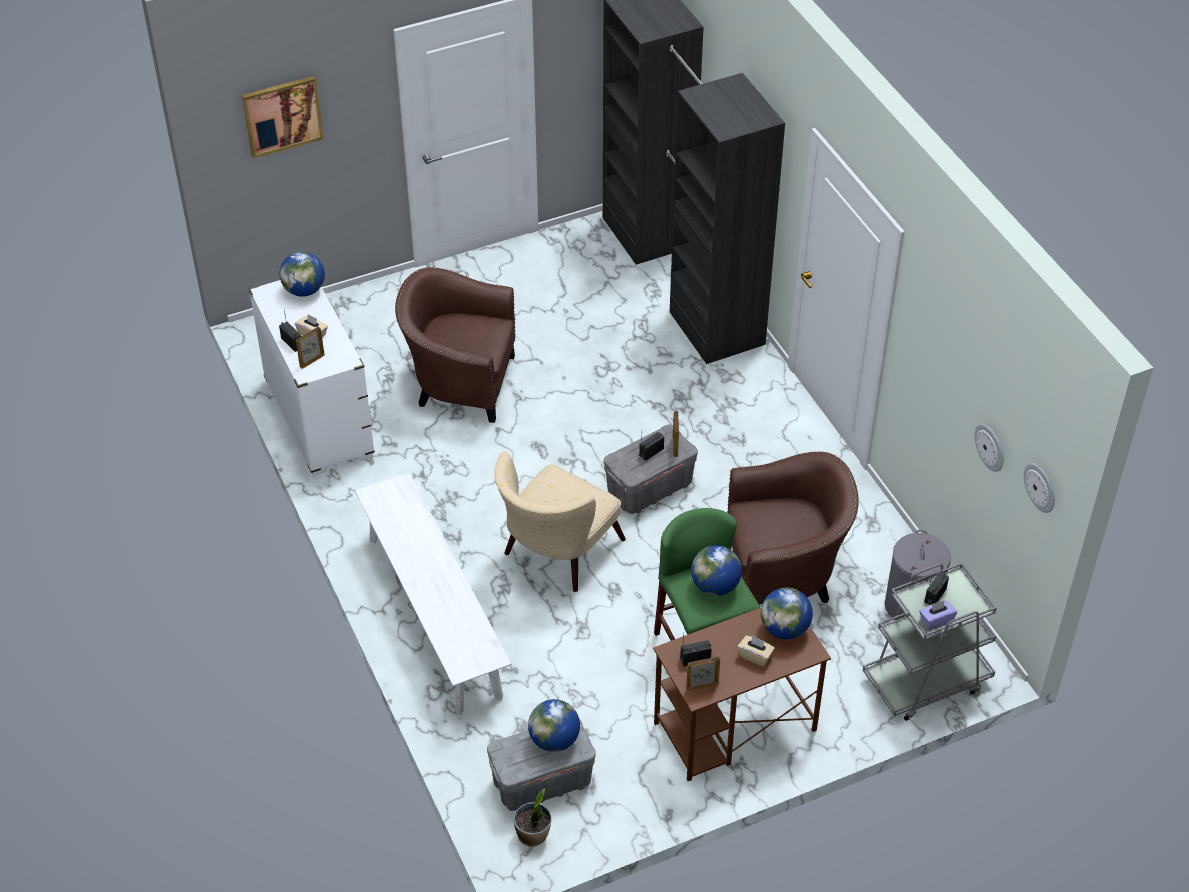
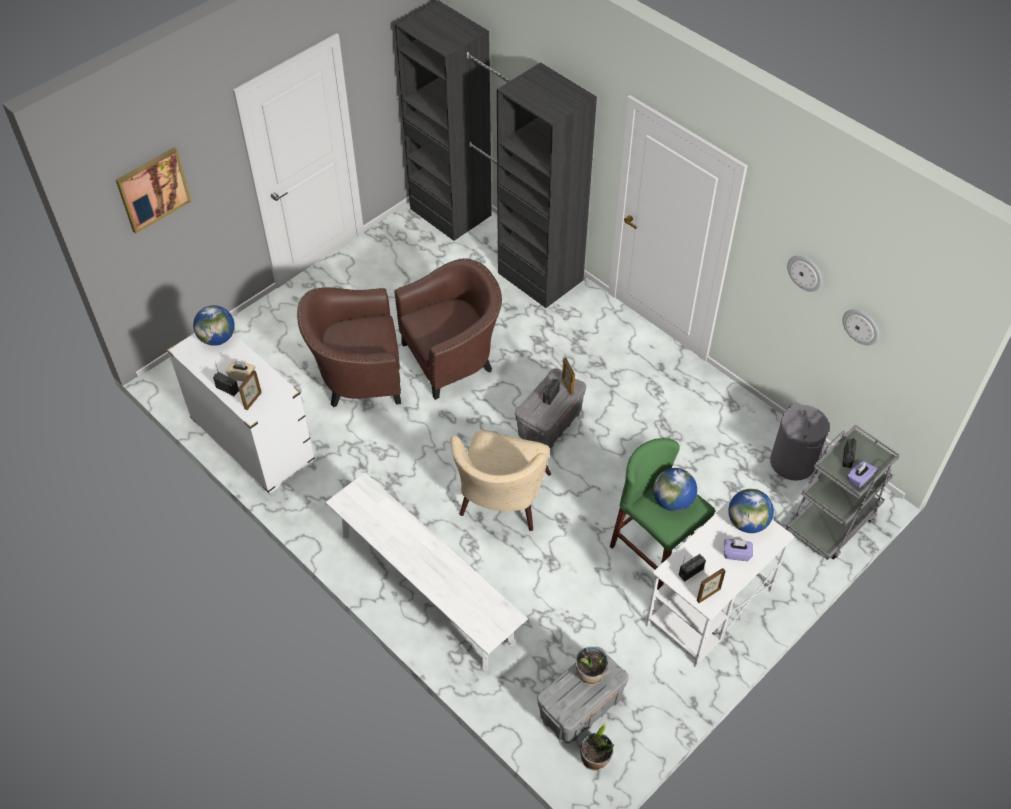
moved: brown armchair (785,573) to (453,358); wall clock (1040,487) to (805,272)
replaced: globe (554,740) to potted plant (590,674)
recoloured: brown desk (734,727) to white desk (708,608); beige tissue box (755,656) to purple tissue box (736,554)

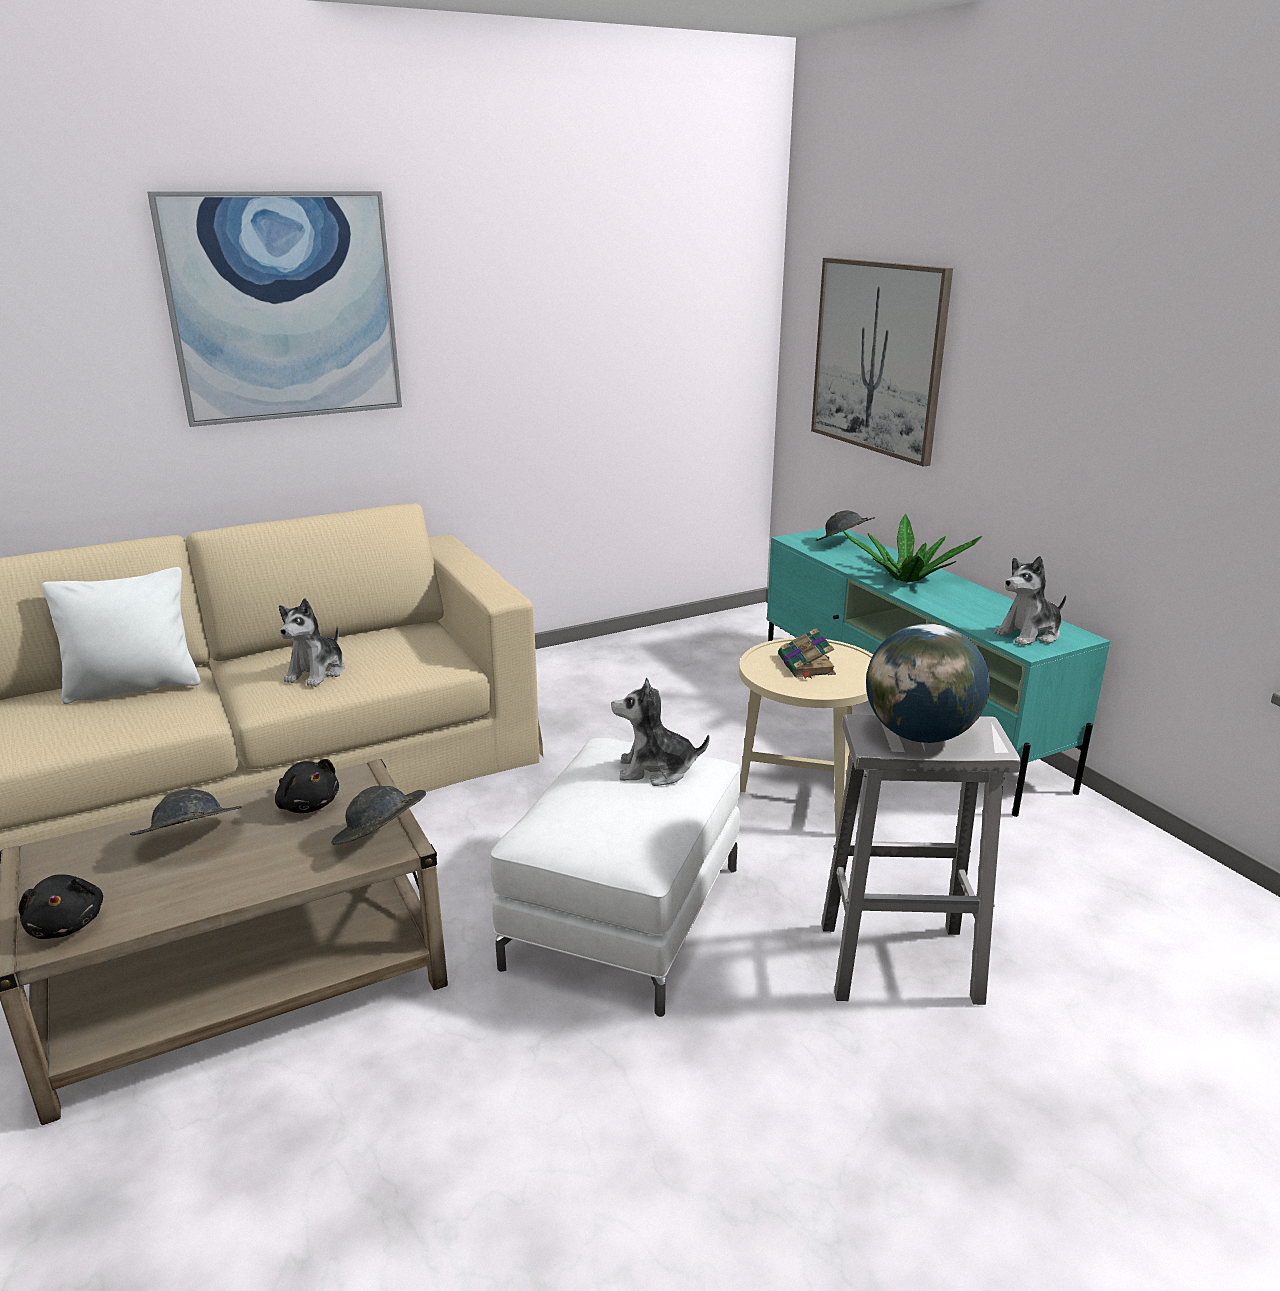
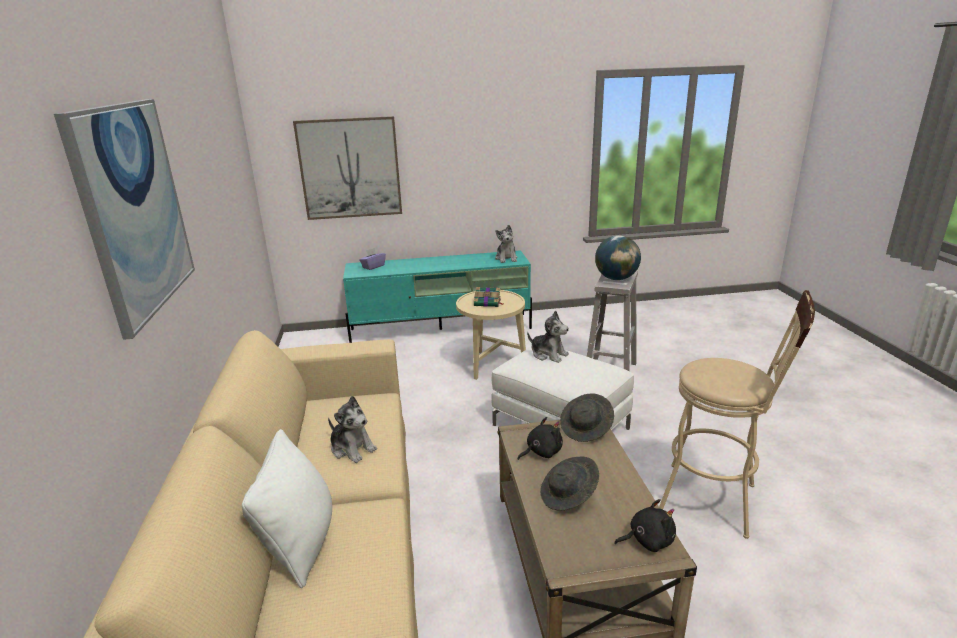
removed: potted plant (906,579)
added: beige stool (717,501)
replaced: grey hat (843,544) to purple tissue box (373,266)
turned: plush toy (656,770) = (548,354) 75 degrees counterclockwise

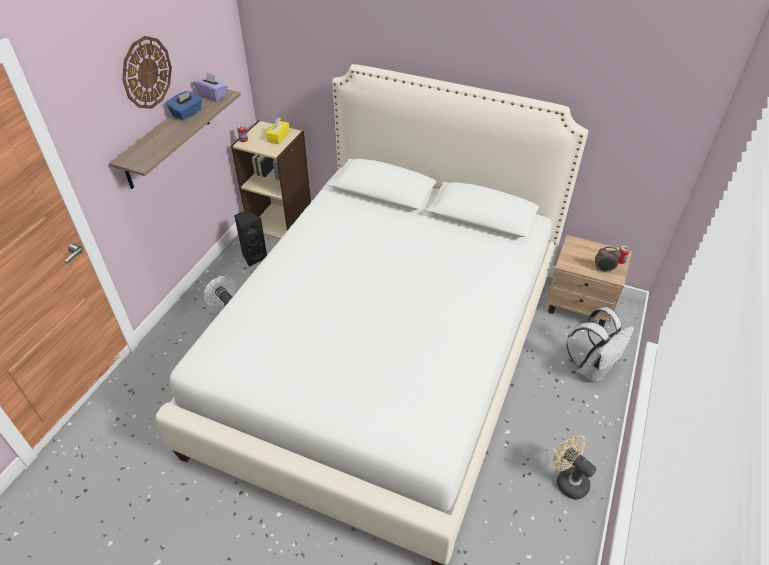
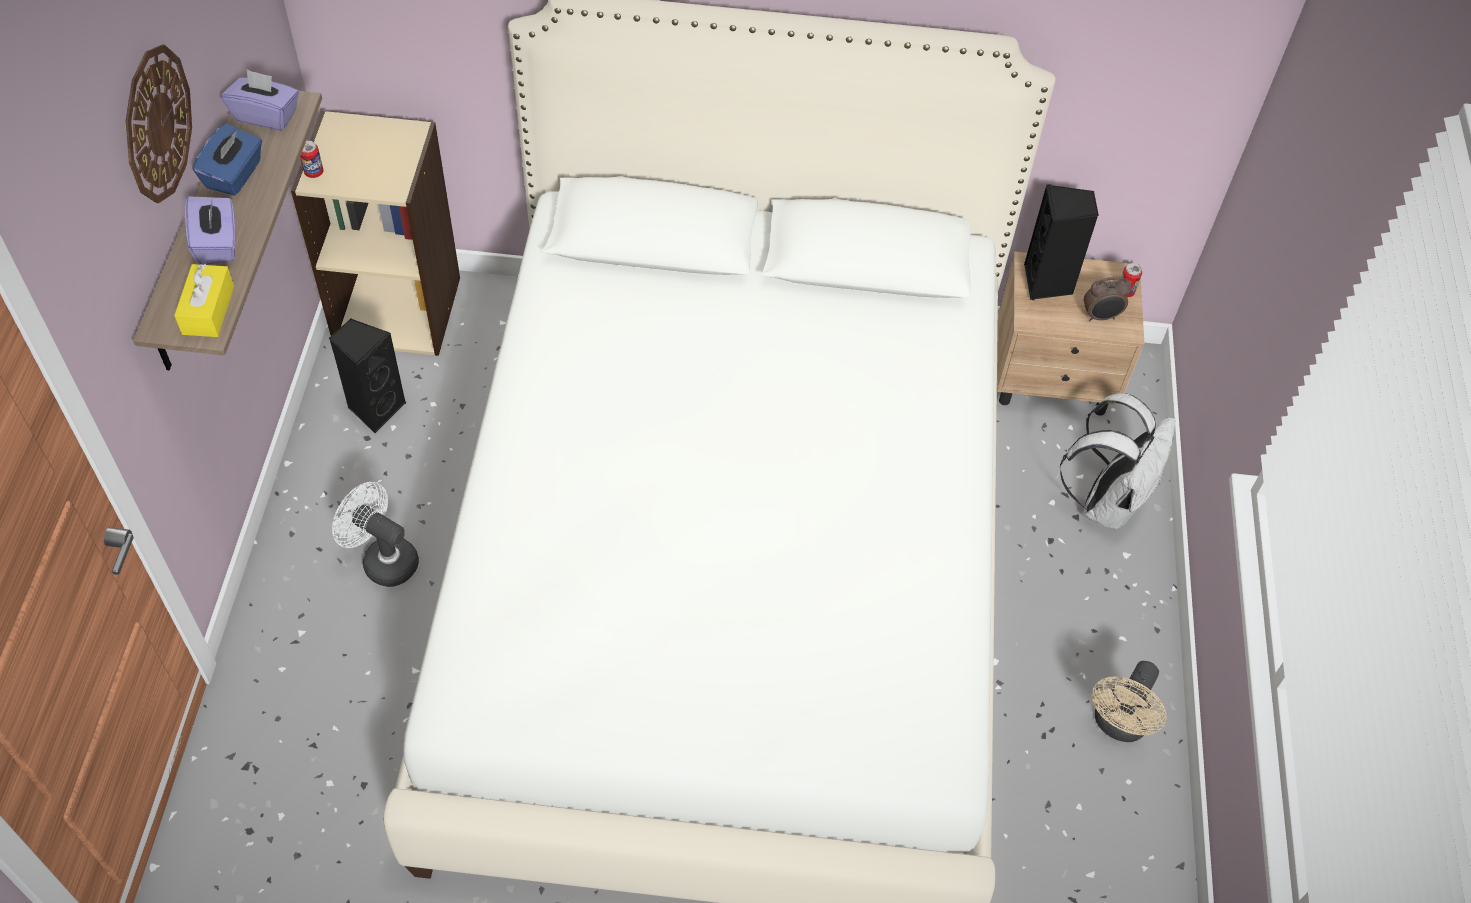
added: black speaker (1048,283); purple tissue box (217,244)
moved: yellow tissue box (278,137) to (208,310)
turned: beige fan (567,480) = (1118,725) 90 degrees counterclockwise

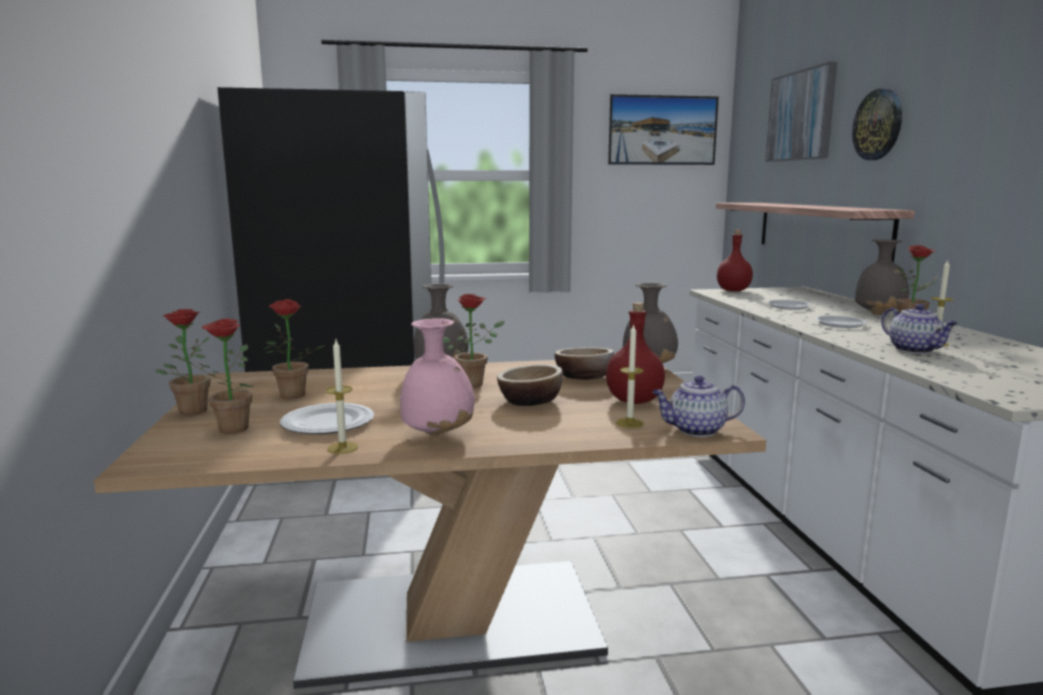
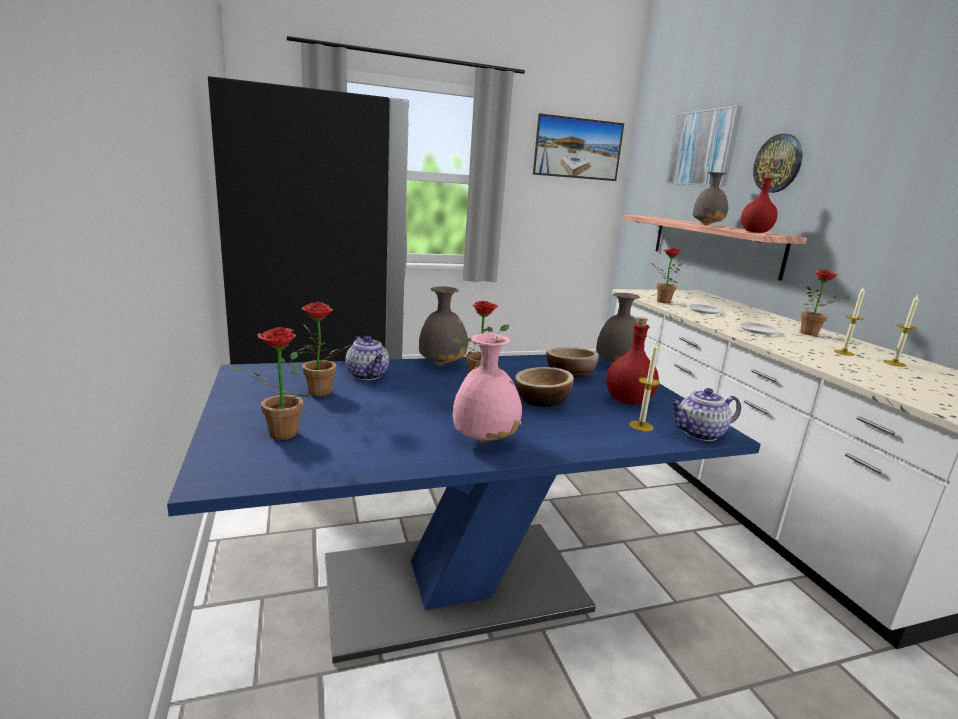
removed: plate (328,423)
moved: red bottle (734,291) to (756,232); grey vase (880,314) to (707,225); teapot (915,350) to (368,375); potted plant (190,409) to (660,301); candle (342,448) to (894,363)
recoloured: brown dining table (451,620) to blue dining table (454,584)

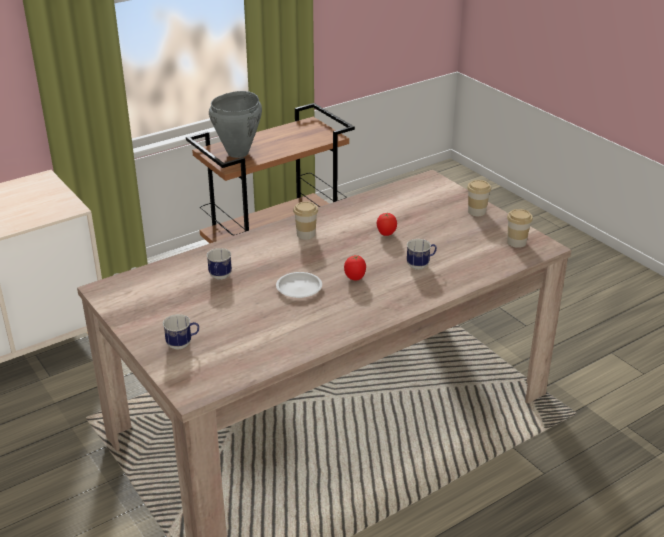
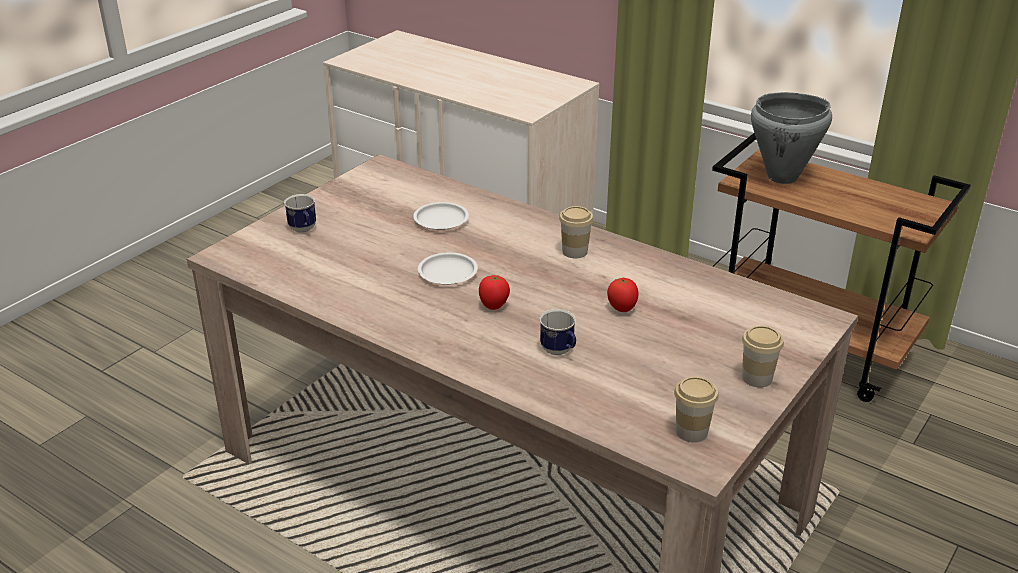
replaced: mug (219,277) to white plate (441,220)

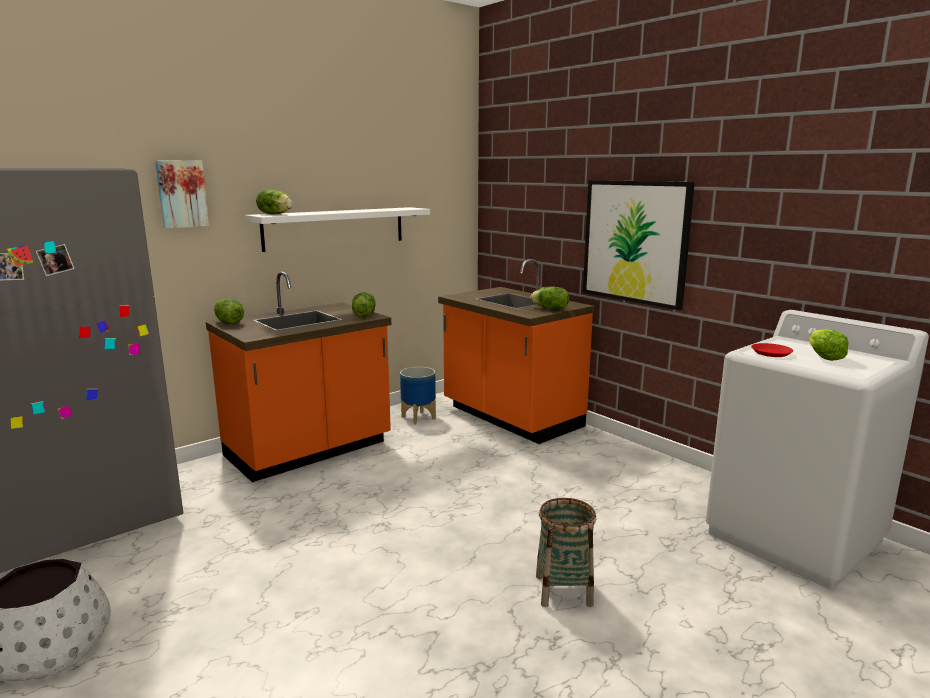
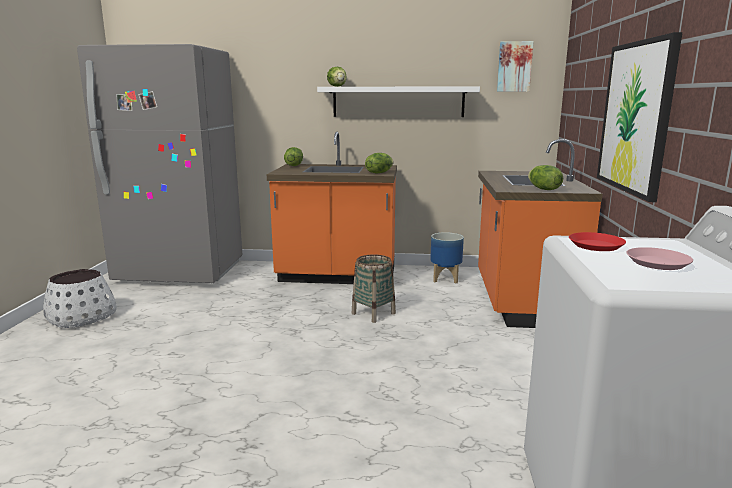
moved: picture (182,194) to (514,66); basket (563,590) to (373,313)
replaced: lettuce (823,357) to pink plate (657,263)

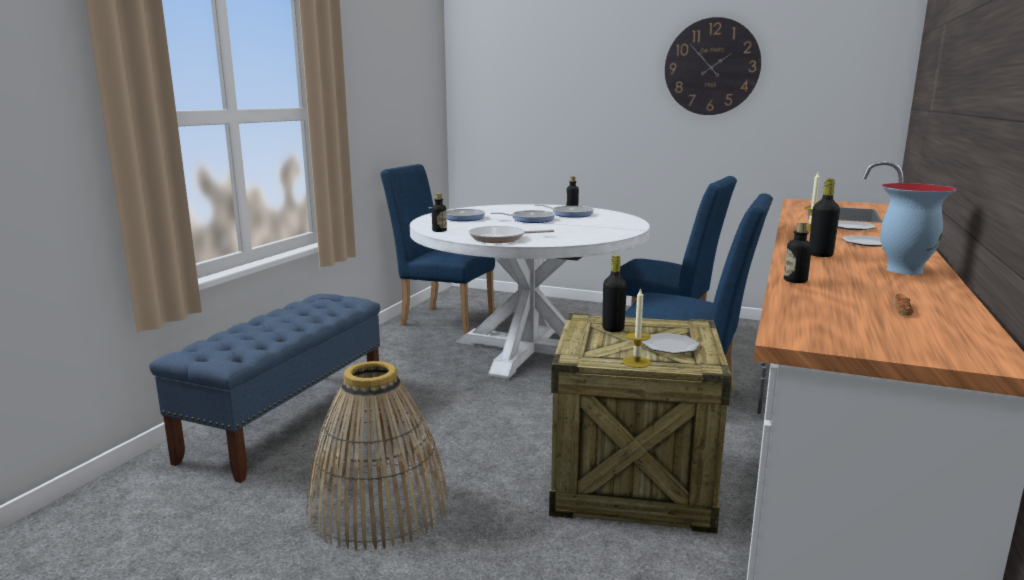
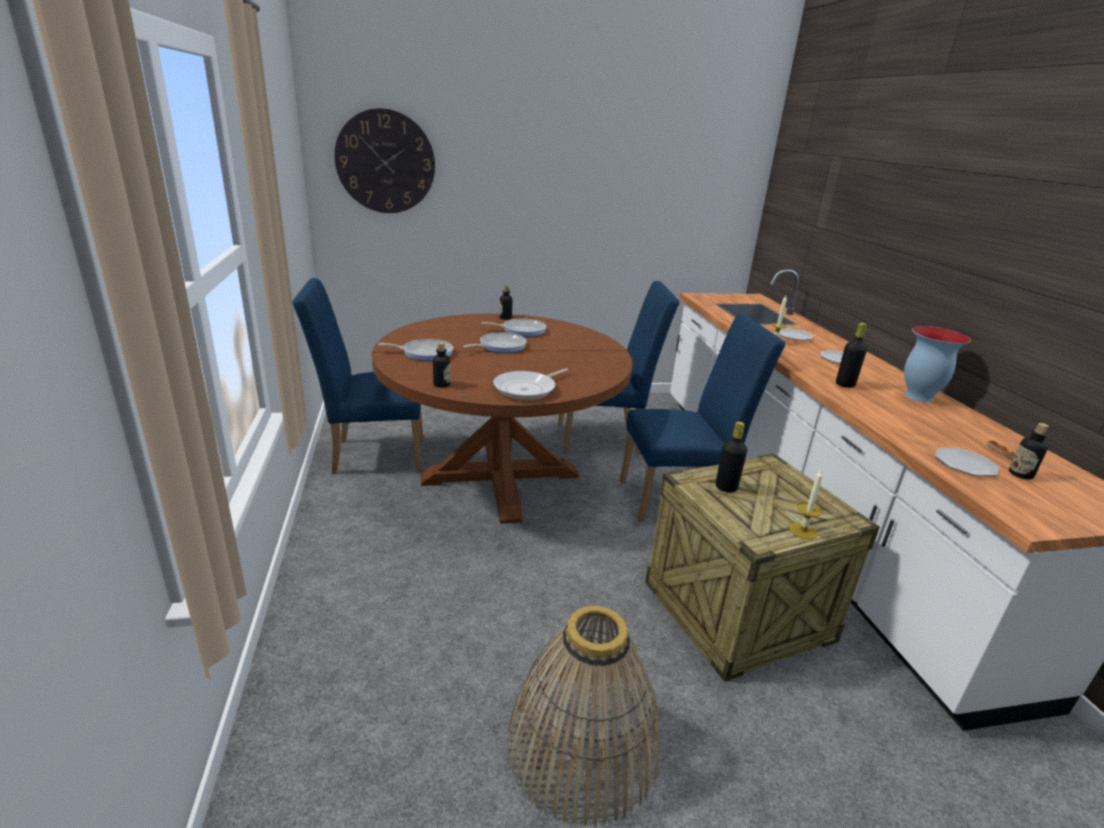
removed: blue bench (288,420)
moved: wall clock (712,67) to (385,162); bottle (795,280) to (1020,474); plate (670,346) to (965,464)
recoloured: white dining table (528,349) to brown dining table (500,476)

